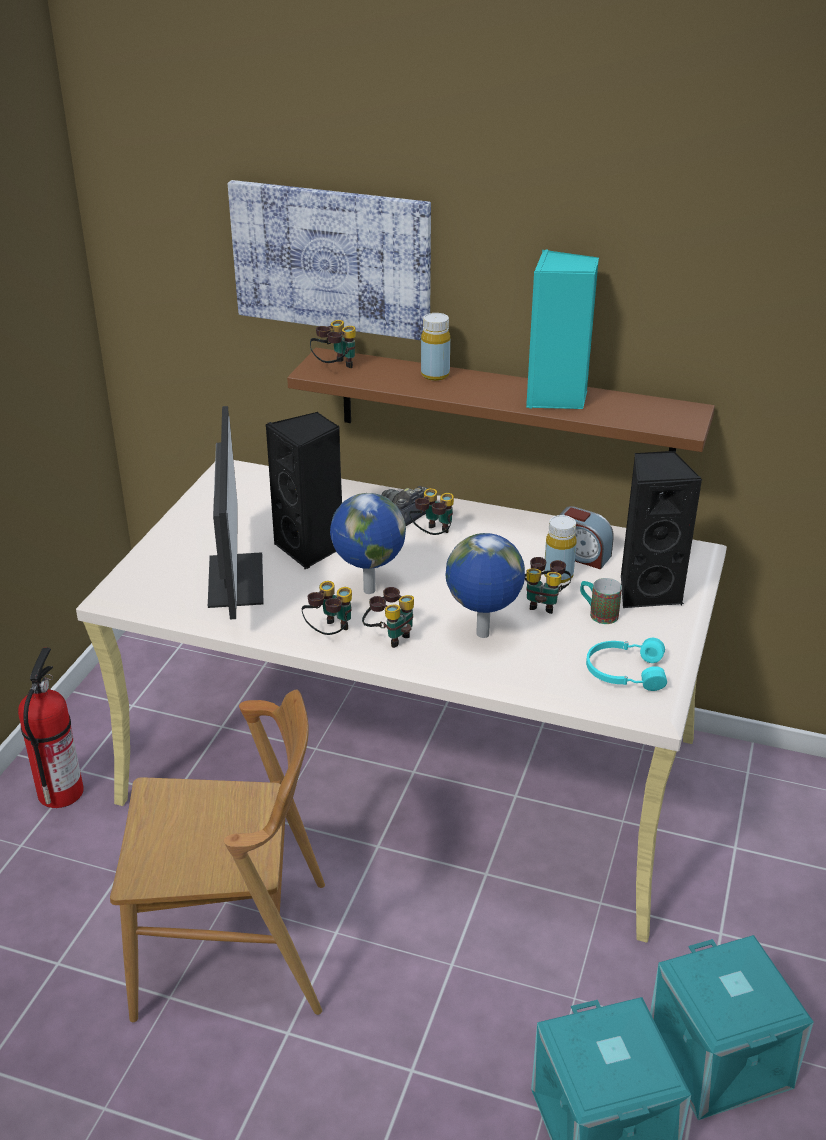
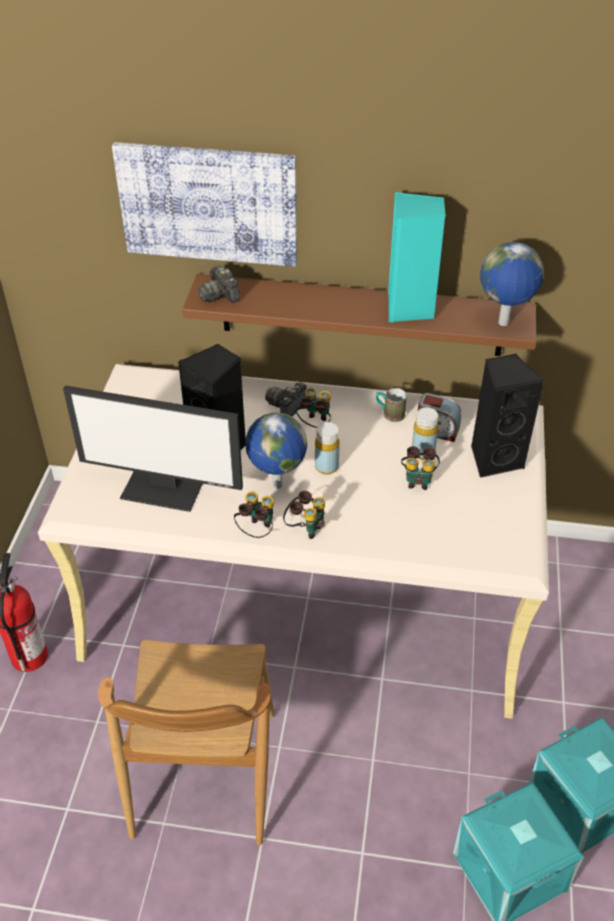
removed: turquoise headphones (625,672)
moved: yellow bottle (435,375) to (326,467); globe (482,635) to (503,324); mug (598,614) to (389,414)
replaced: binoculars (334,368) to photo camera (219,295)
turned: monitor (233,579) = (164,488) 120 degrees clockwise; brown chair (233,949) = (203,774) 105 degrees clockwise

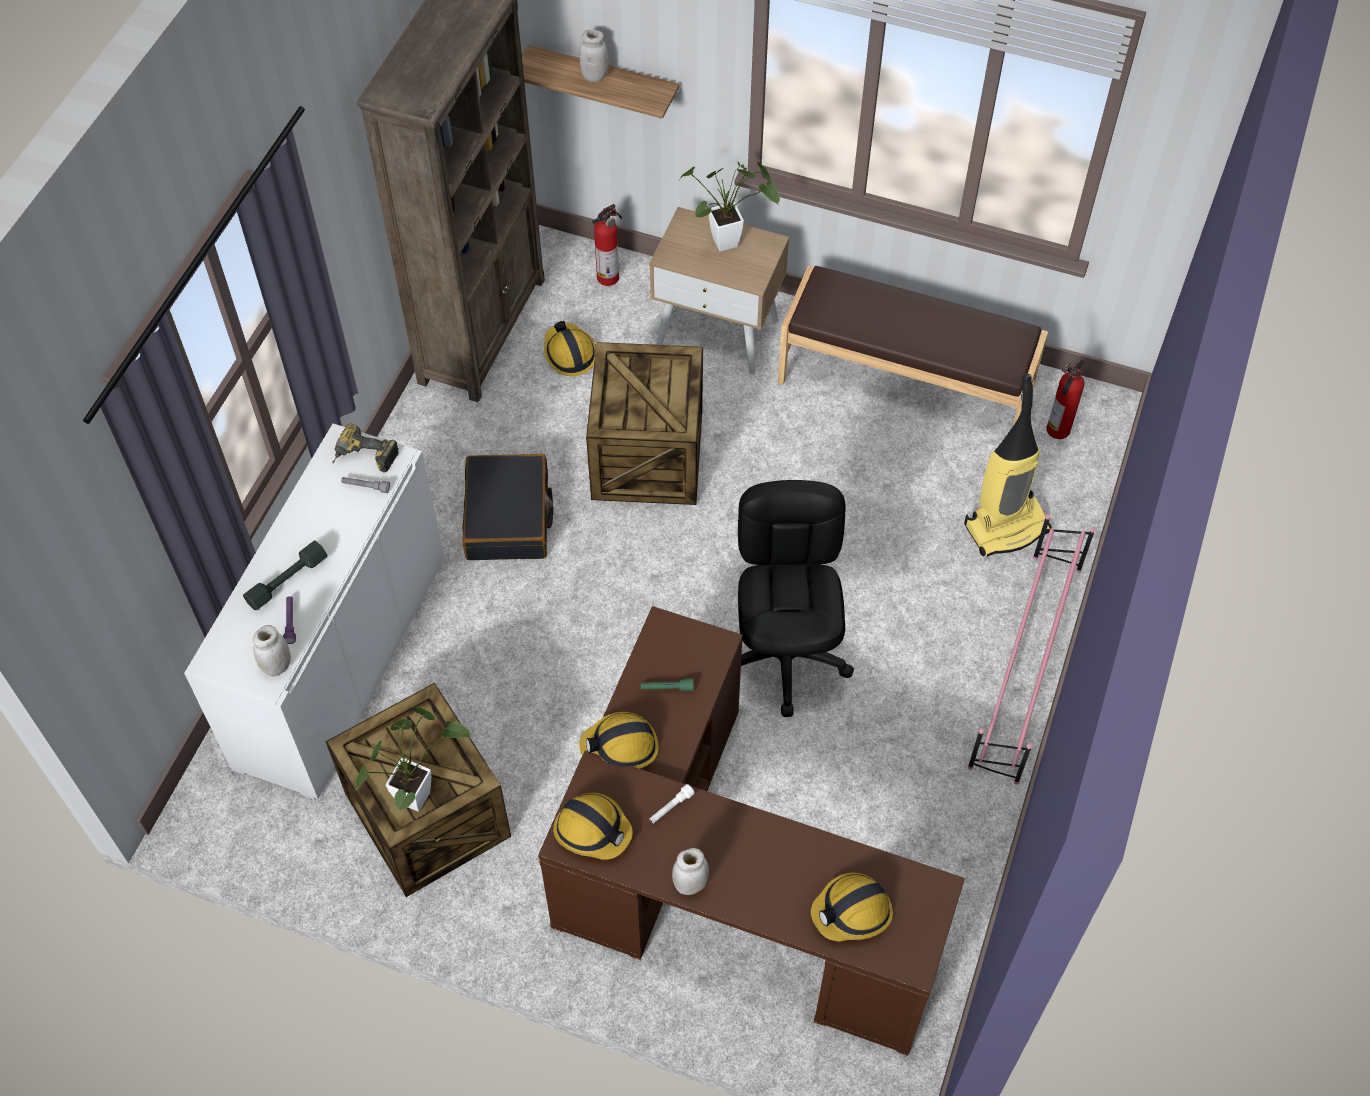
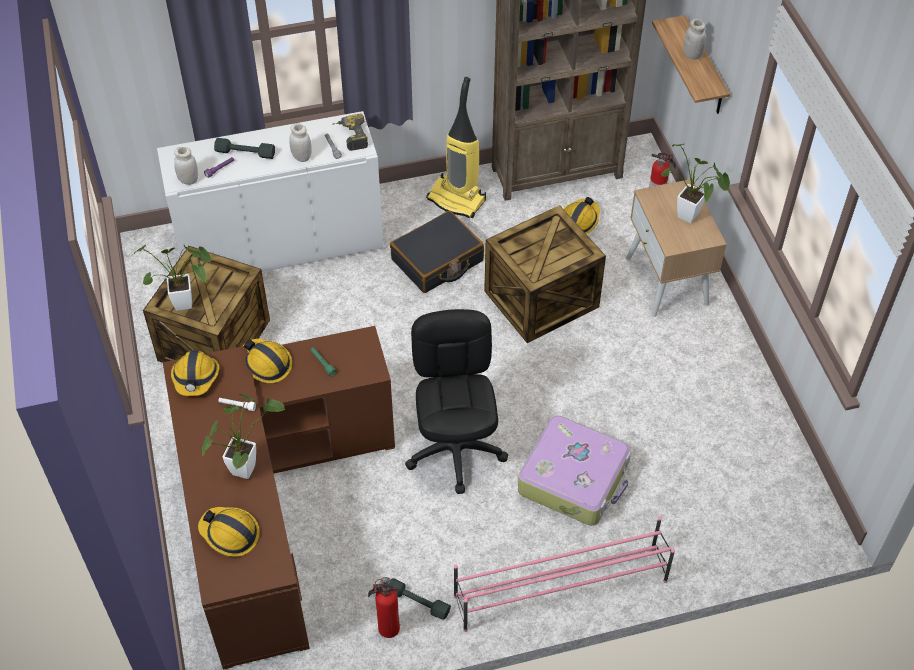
removed: brown bench (905,385)
added: potted plant (246,465); suitcase (574,478); grey dumbbell (417,602)
moved: fire extinguisher (1057,431) to (387,628); vacuum cleaner (1006,526) to (457,199); white jar (690,884) to (301,157)
turned: black office chair (785,656) = (455,449) 60 degrees counterclockwise

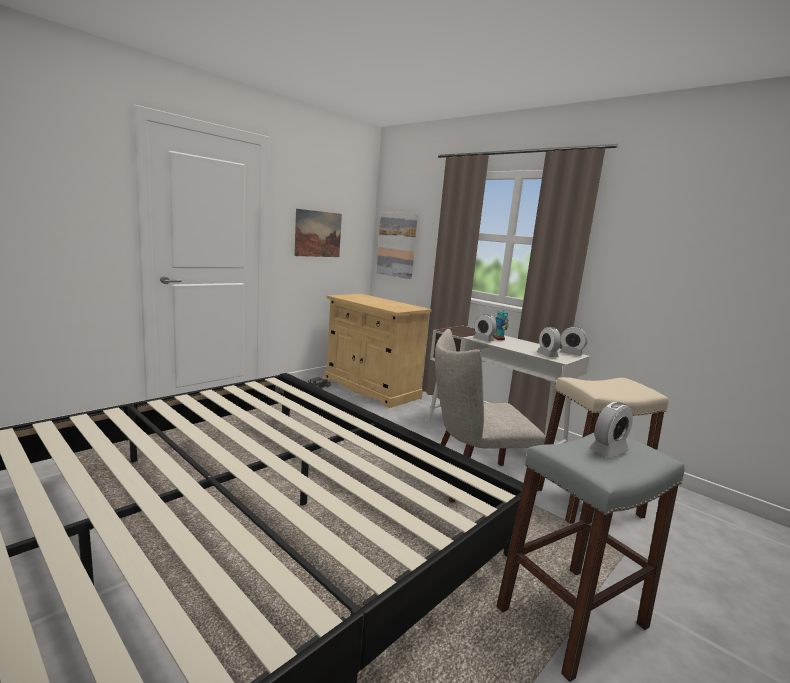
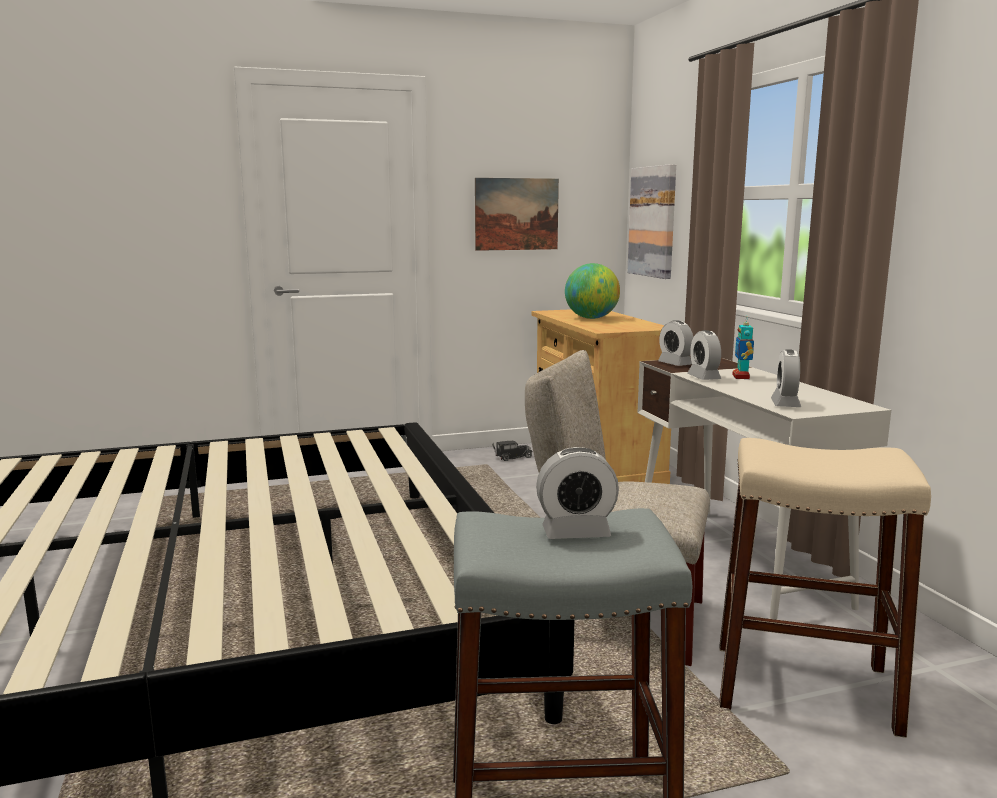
added: globe (591,318)
moved: alarm clock (571,354) to (675,364)

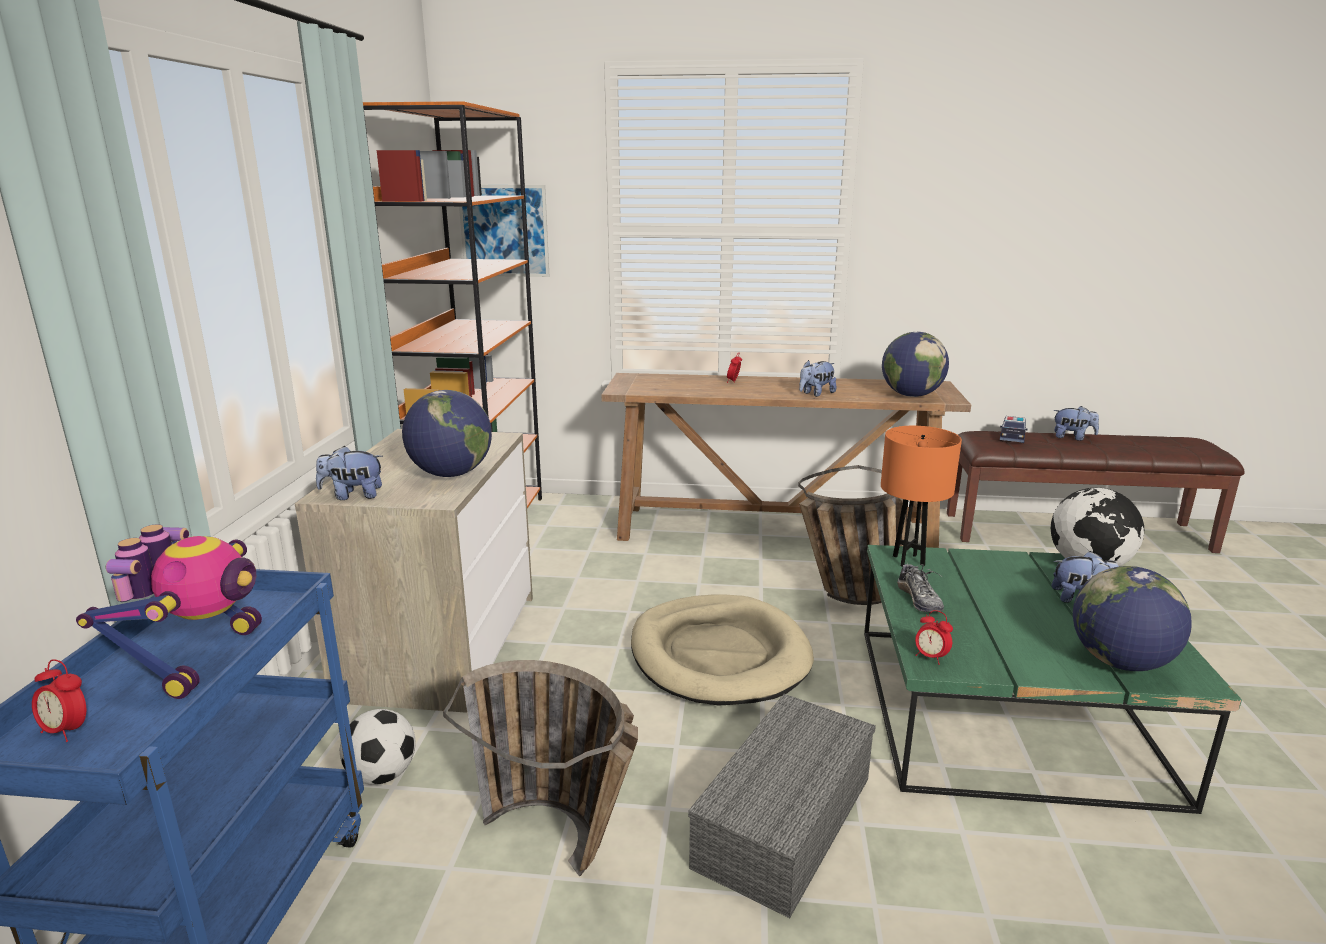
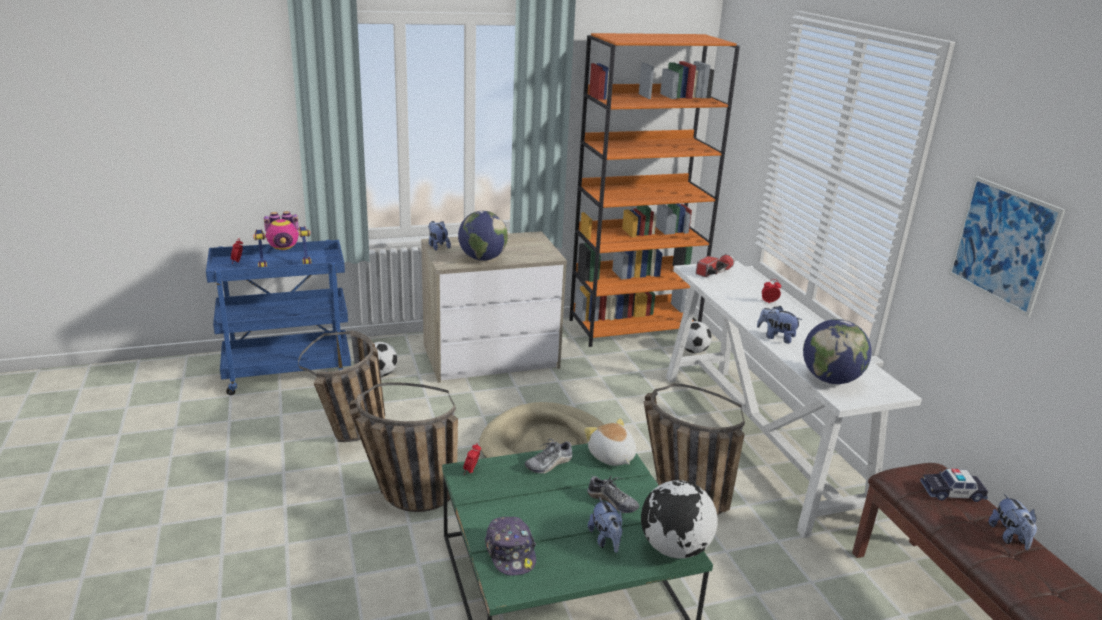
added: flashlight (714,272); football (693,351); shoe (612,502)
moved: picture (504,231) to (1002,244)
replaced: orange table lamp (909,560) to plush toy (611,457); globe (1120,662) to cap (510,553); grey storage box (783,818) to basket (401,495)
recoloured: brown console table (775,530) to white console table (758,442)

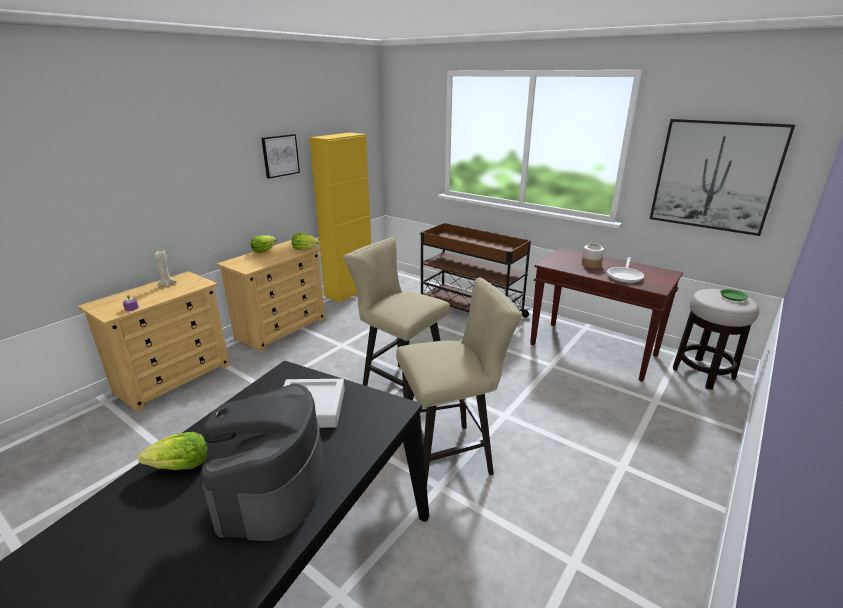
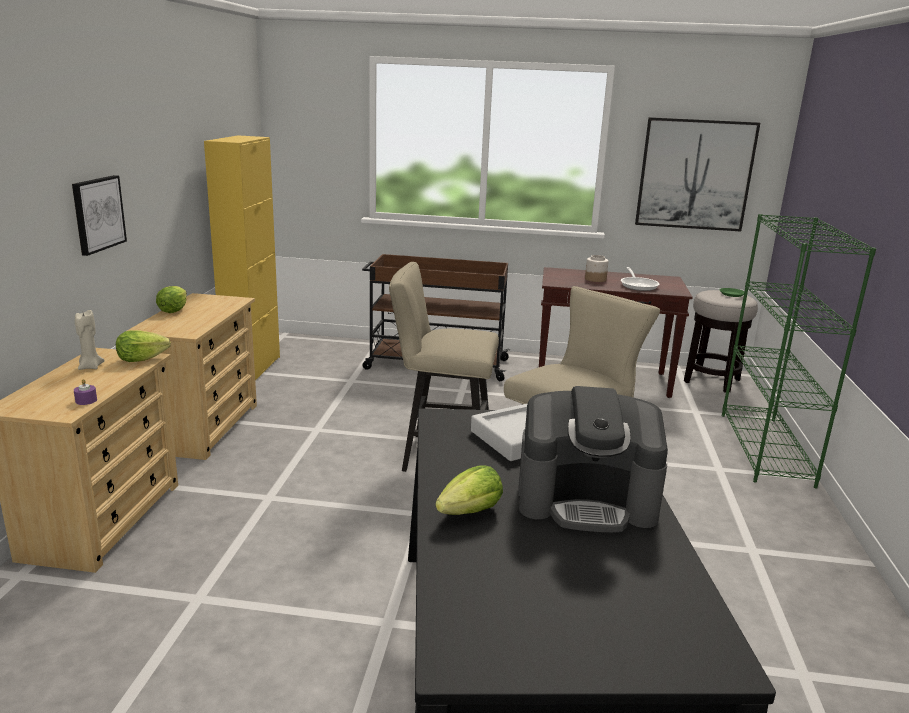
added: green bookcase (765,449)
moved: picture (280,155) to (98,214); lettuce (304,249) to (141,359)
turned: coffee machine (271,488) = (586,500) 60 degrees counterclockwise

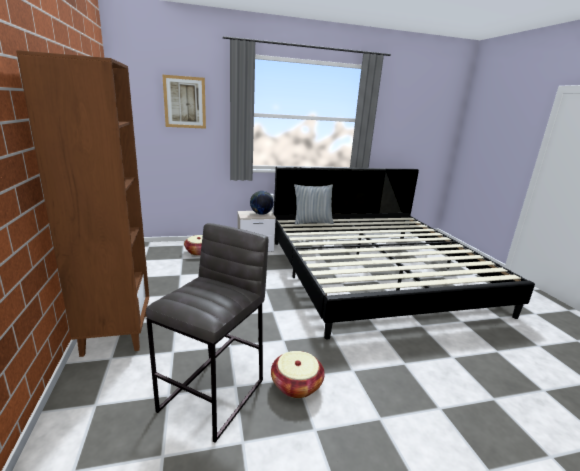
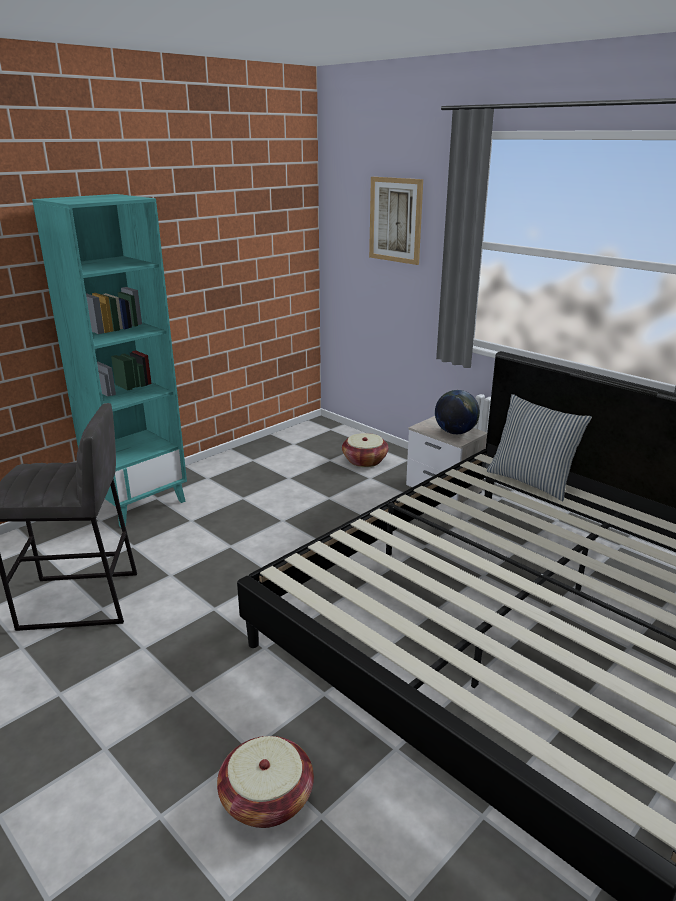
moved: basket (296,385) to (267,798)
recoloured: brown bookcase (116,333) to turquoise bookcase (139,503)

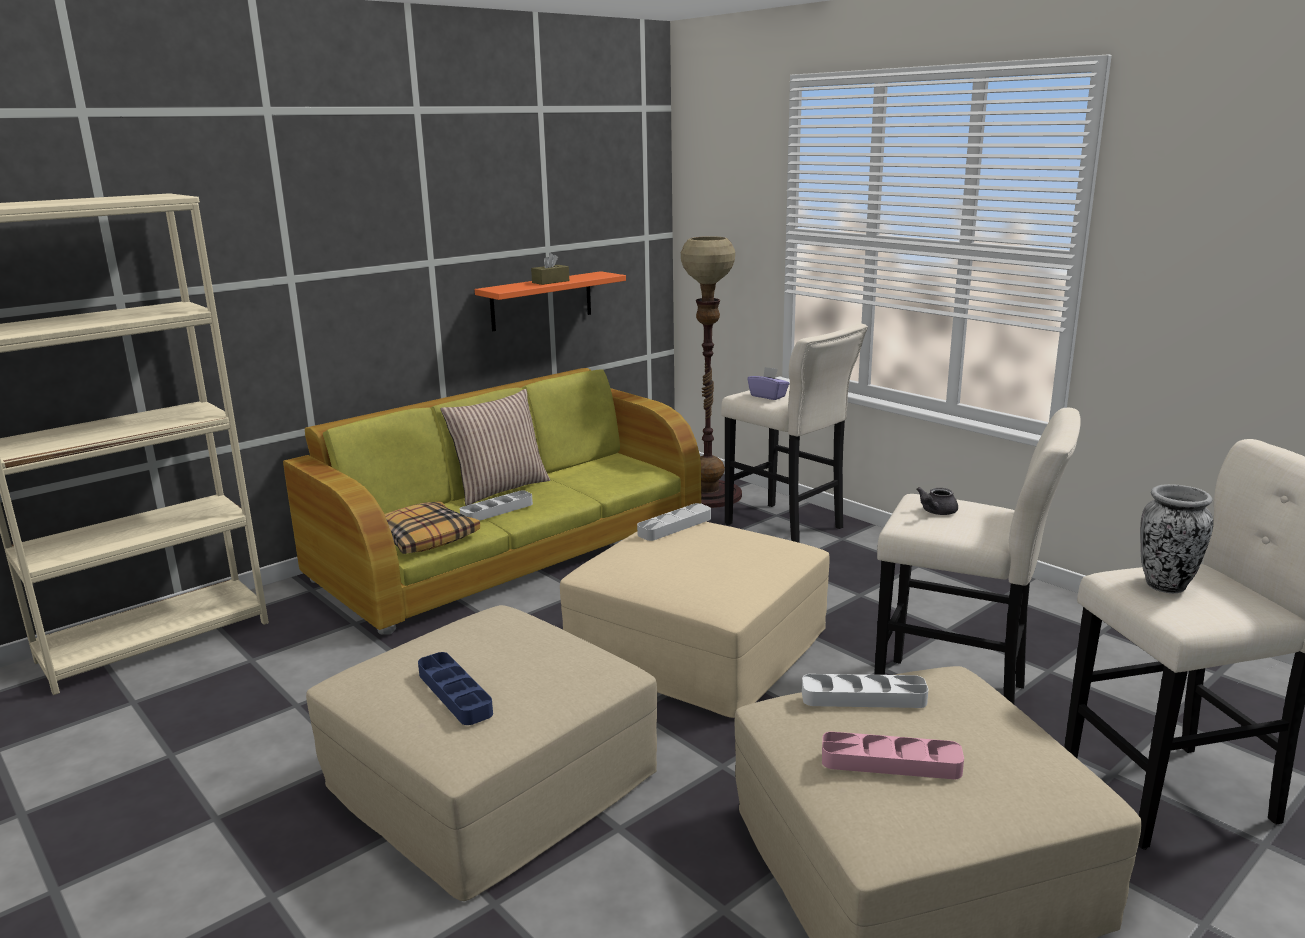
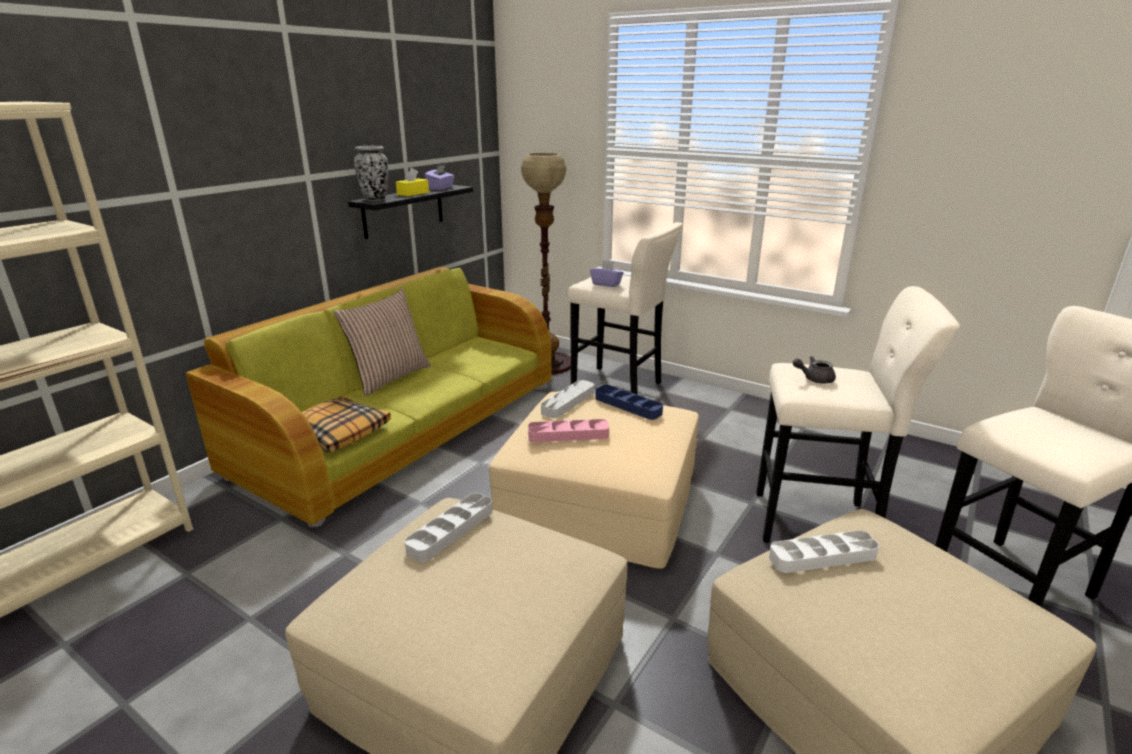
added: purple tissue box (440,188)
moved: vase (1166,585) to (375,199); grey tray (497,511) to (451,530); blue tray (454,693) to (628,405); pink tray (890,762) to (568,435)
recoloured: brown tissue box (550,282) to yellow tissue box (413,193); orange shelf (541,301) to black shelf (403,211)
turned: grey teapot (935,512) = (814,379) 60 degrees clockwise

